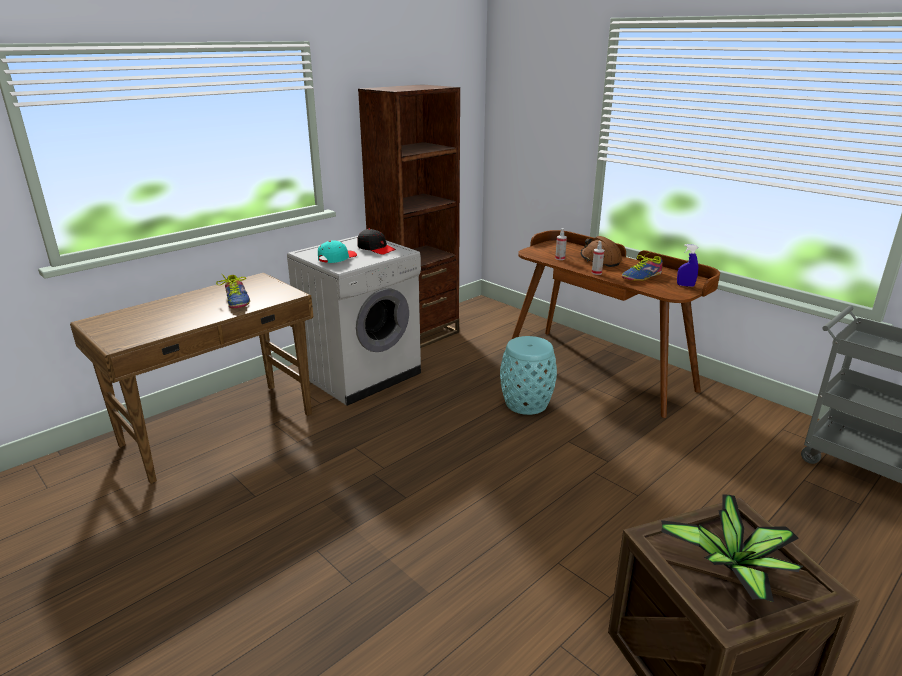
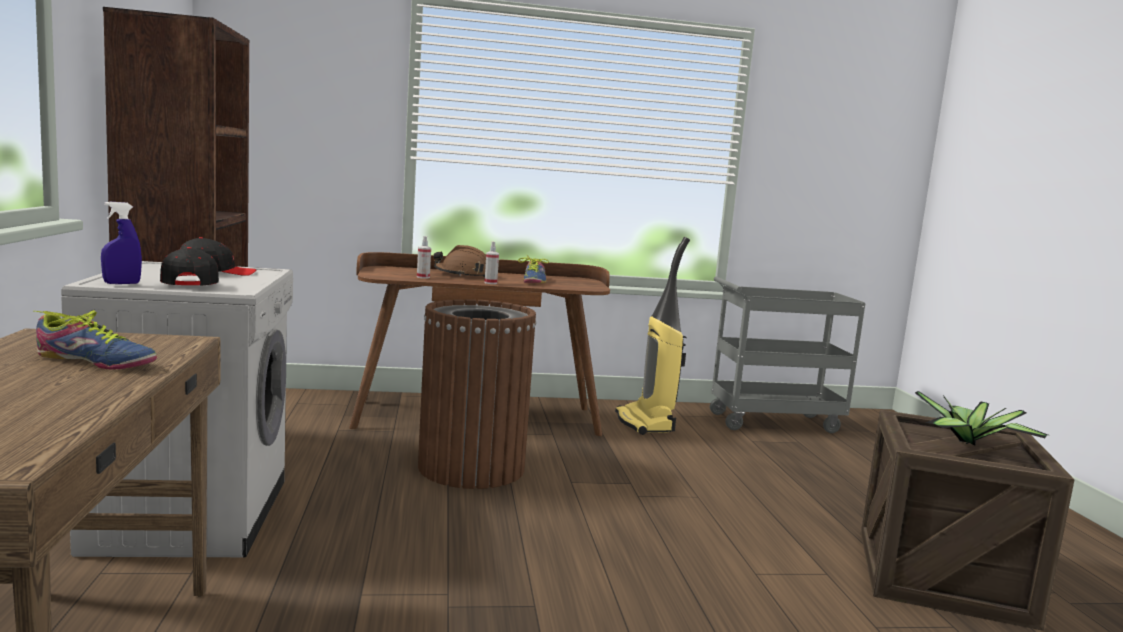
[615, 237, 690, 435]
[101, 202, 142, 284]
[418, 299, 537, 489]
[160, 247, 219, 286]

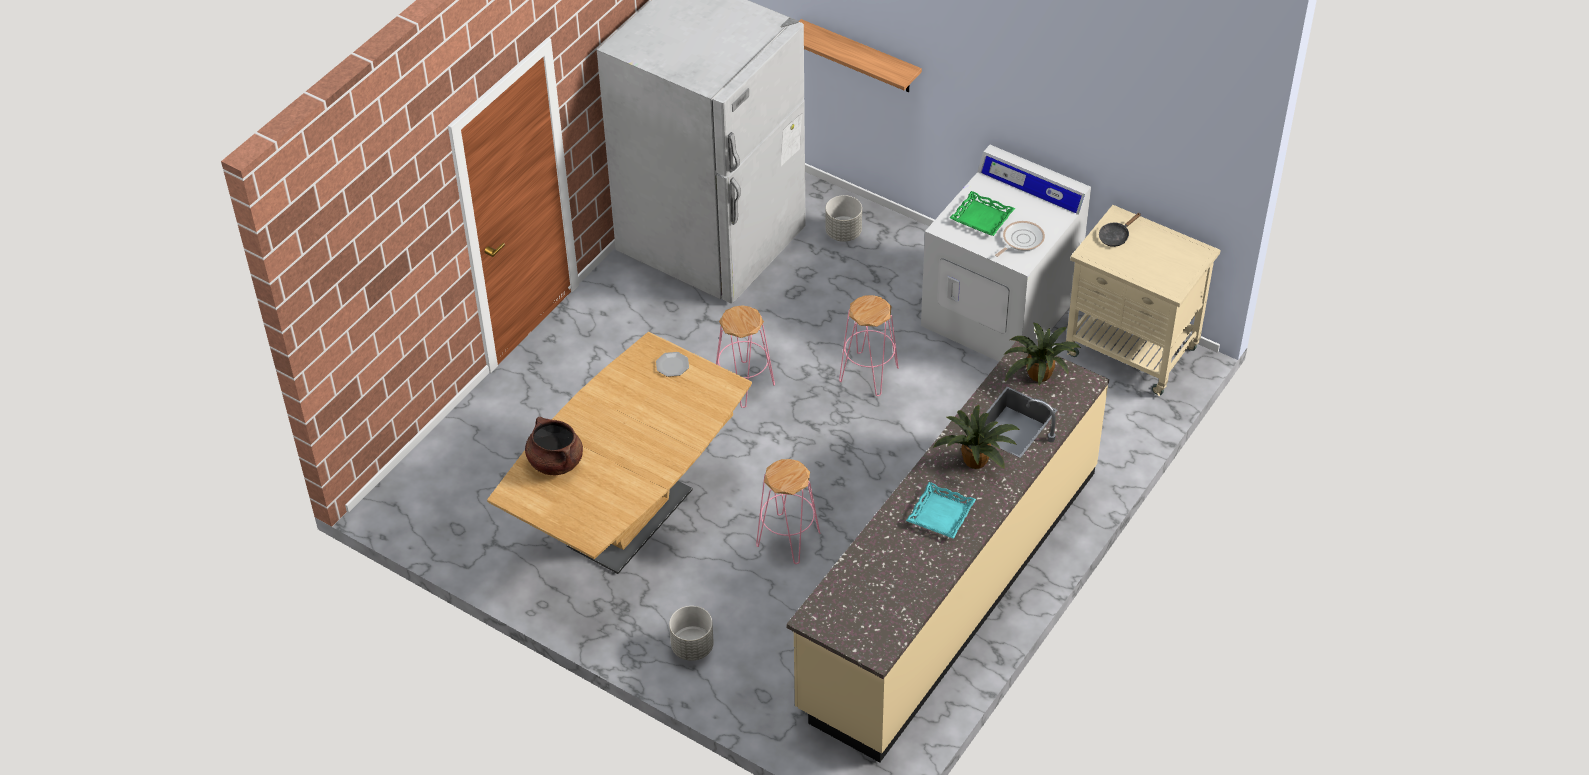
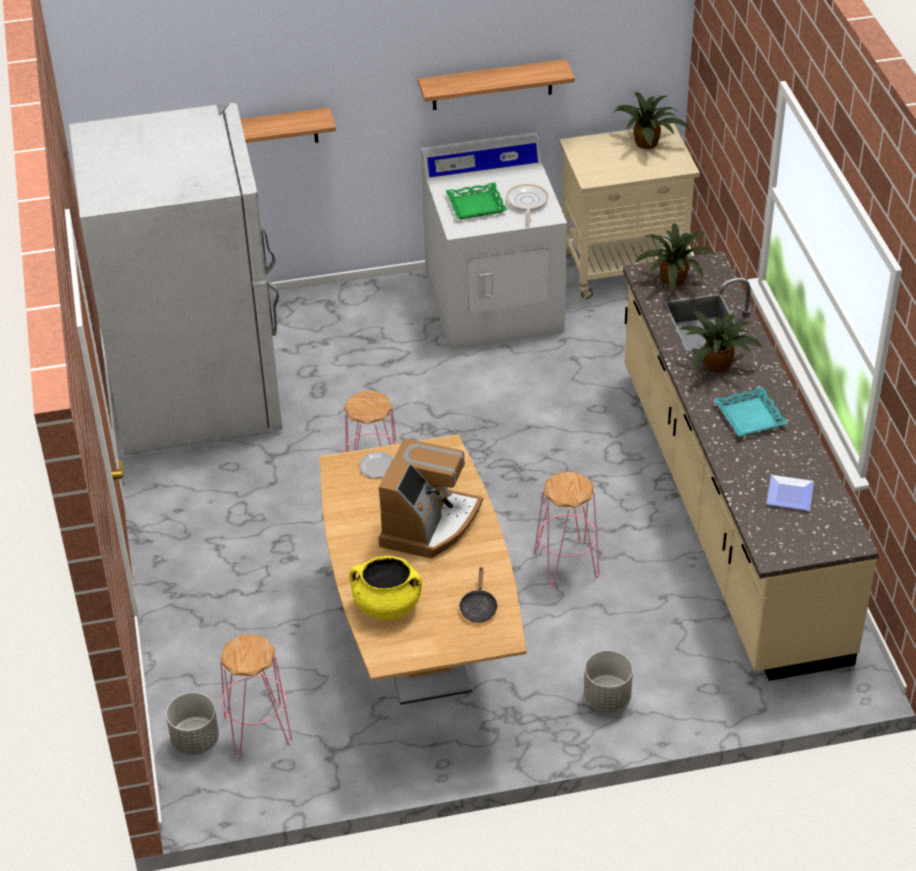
[379, 438, 483, 558]
[418, 59, 575, 110]
[614, 92, 692, 149]
[766, 475, 814, 511]
[166, 692, 219, 755]
[220, 634, 292, 758]
[459, 568, 498, 623]
[349, 556, 422, 620]

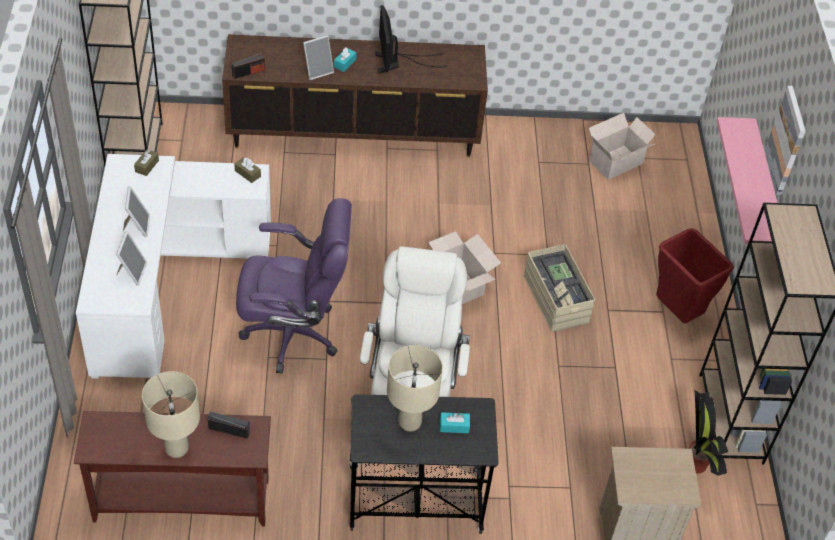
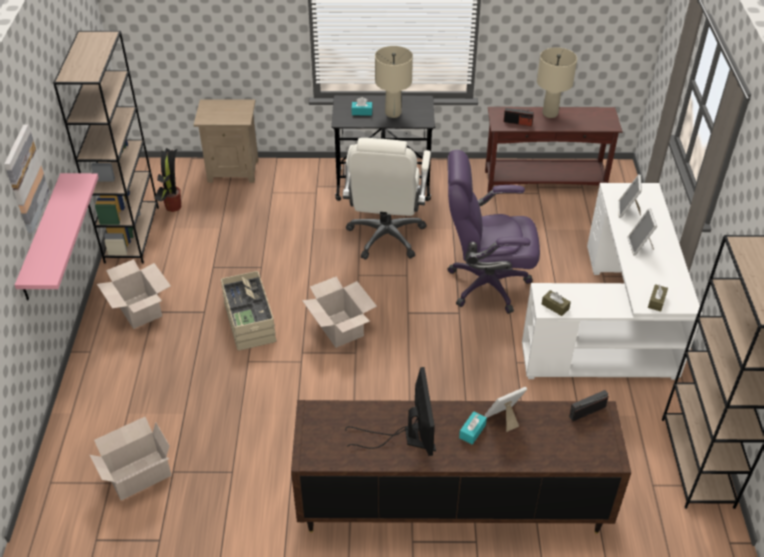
[97, 259, 171, 329]

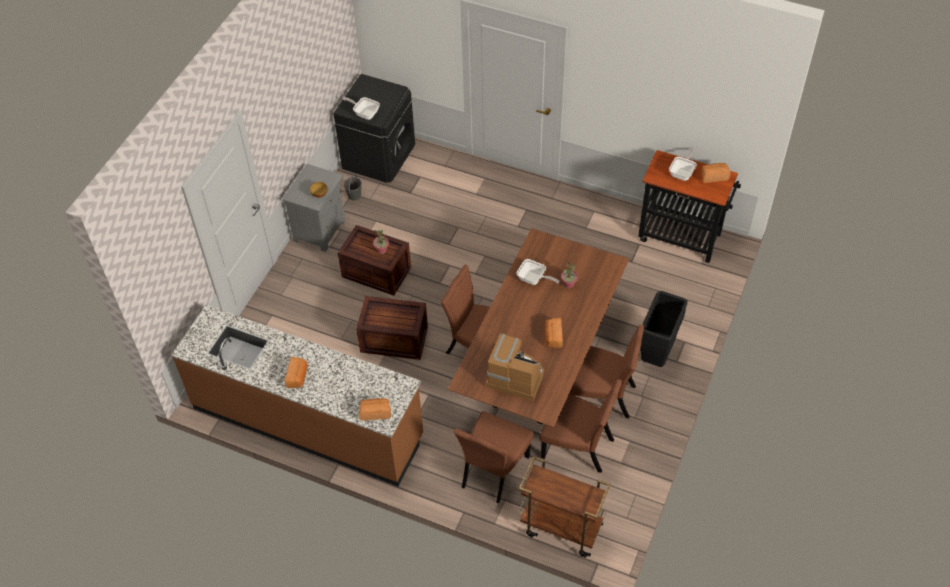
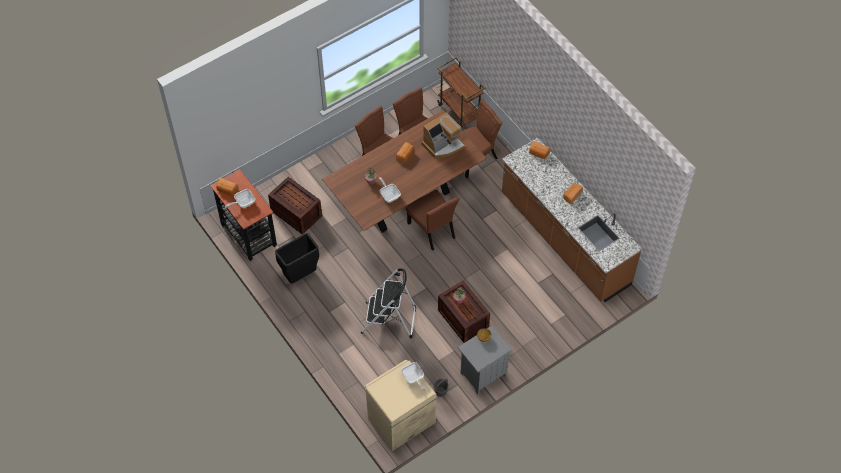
[361, 268, 416, 338]
[268, 177, 322, 235]
[275, 233, 319, 284]
[365, 360, 436, 451]
[422, 112, 467, 158]

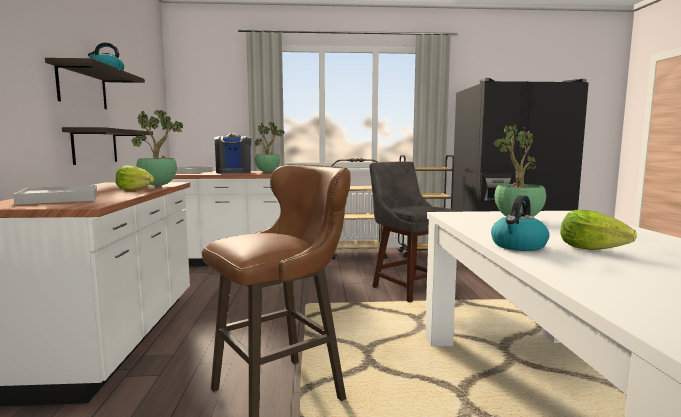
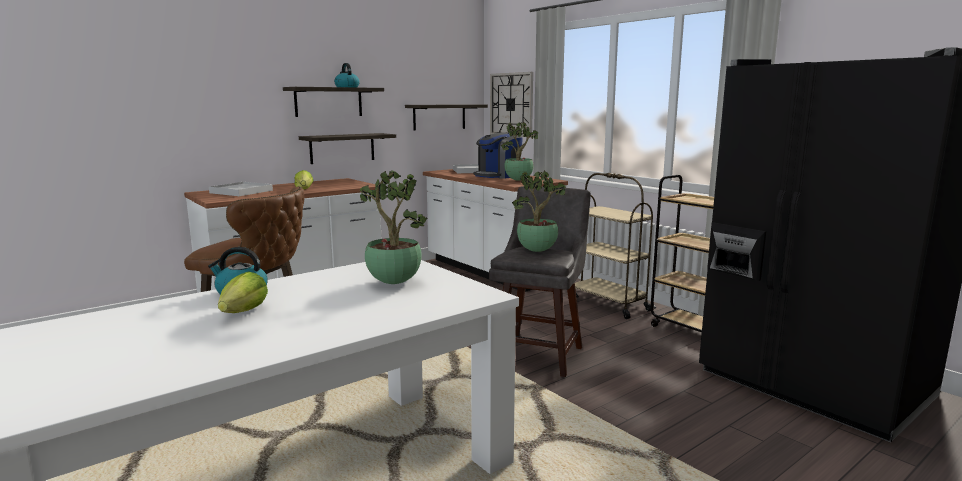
[405, 104, 488, 130]
[490, 72, 533, 137]
[512, 171, 566, 252]

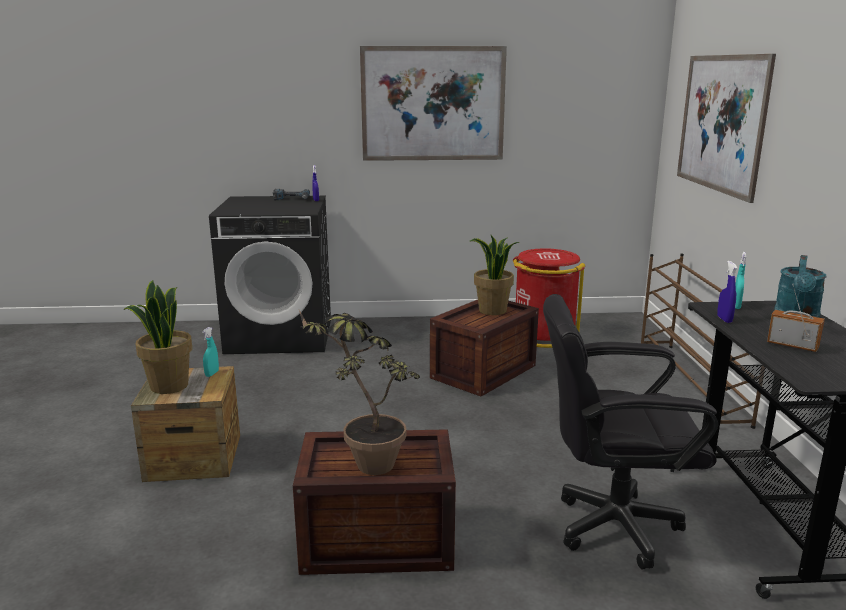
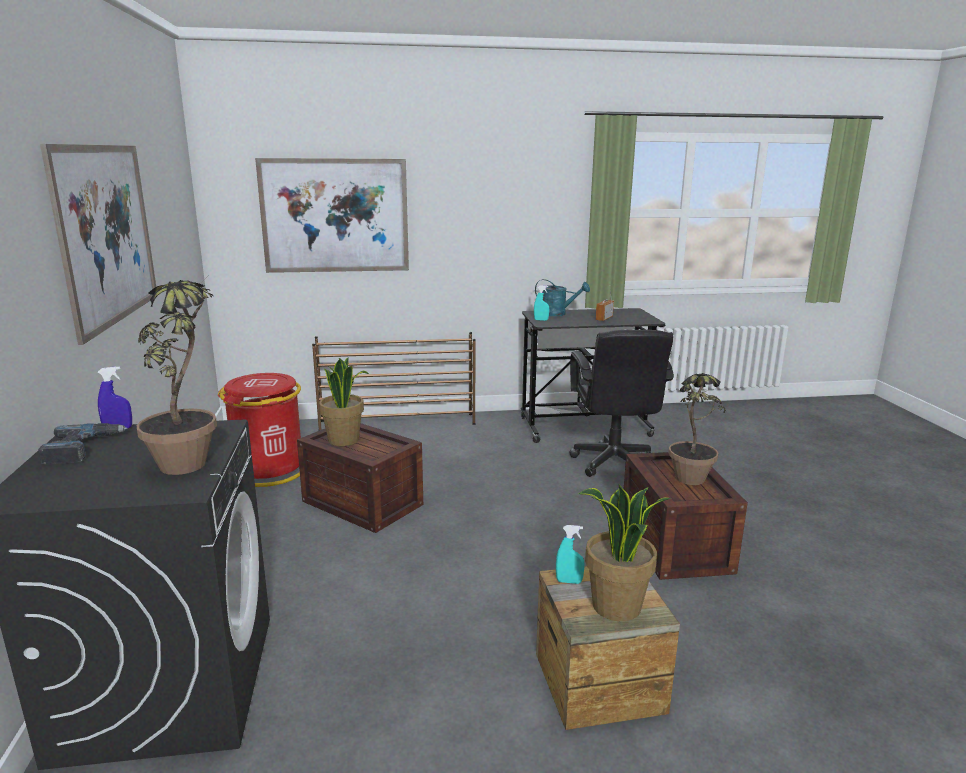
[717, 261, 737, 323] (first image)
[137, 279, 217, 475]

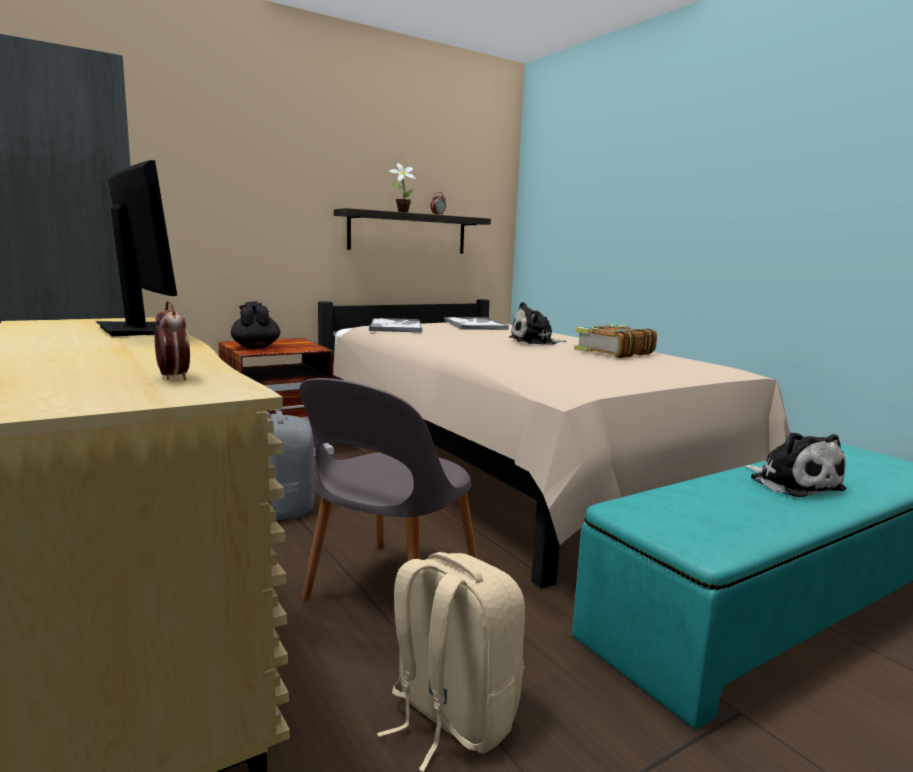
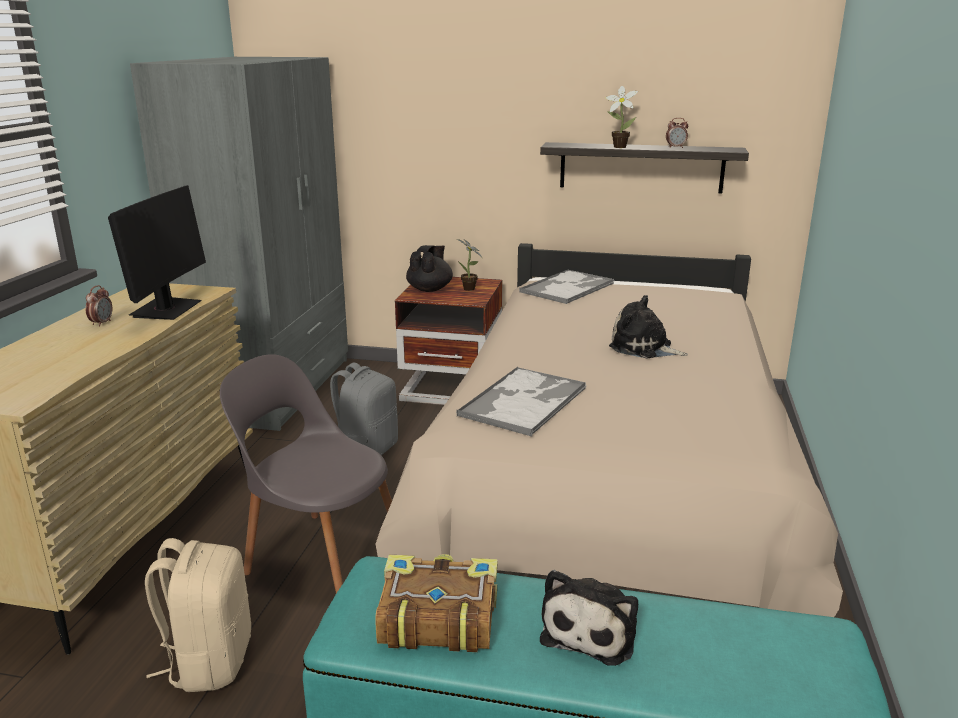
[457, 239, 482, 291]
[85, 285, 112, 326]
[456, 367, 586, 437]
[375, 554, 497, 652]
[220, 354, 392, 593]

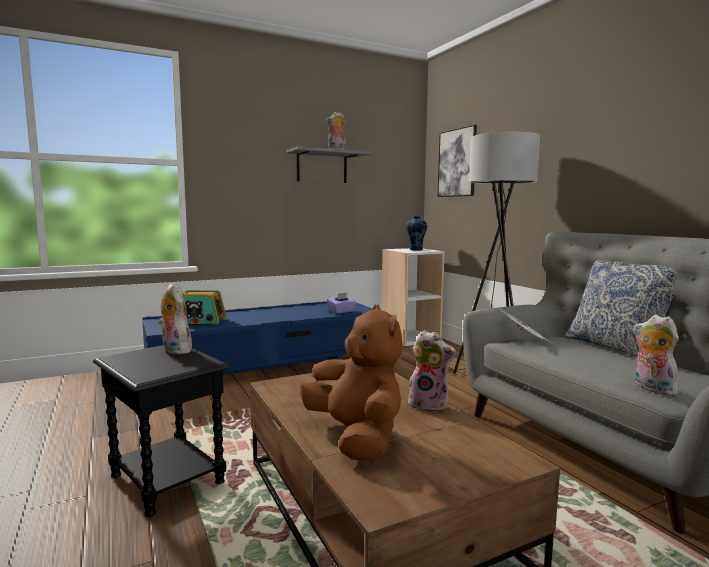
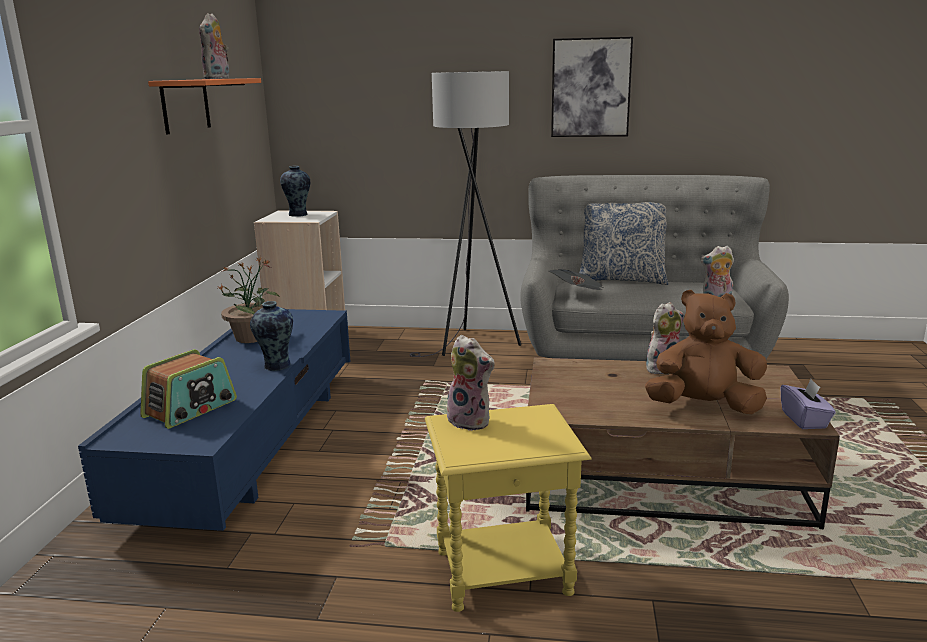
[218, 256, 280, 343]
[250, 301, 293, 371]
[780, 379, 836, 429]
[551, 37, 633, 137]
[425, 404, 592, 612]
[148, 78, 261, 134]
[445, 335, 495, 431]

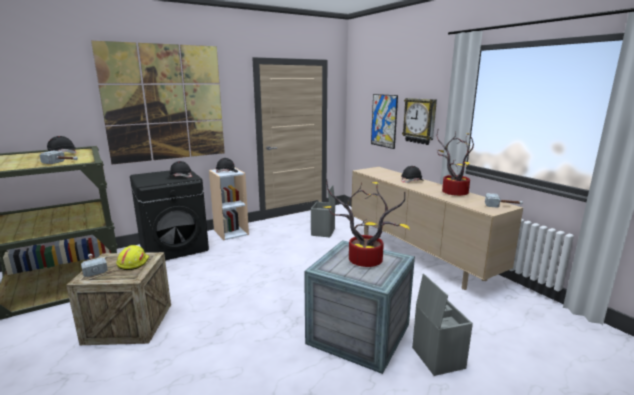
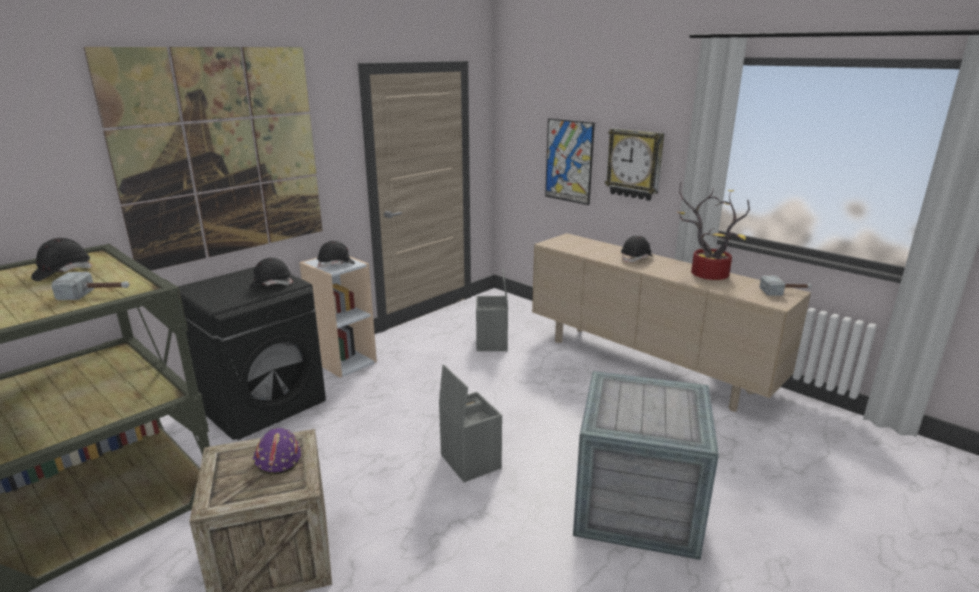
[81, 254, 108, 277] (first image)
[324, 179, 410, 267] (first image)
[439, 364, 502, 482]
[253, 428, 301, 474]

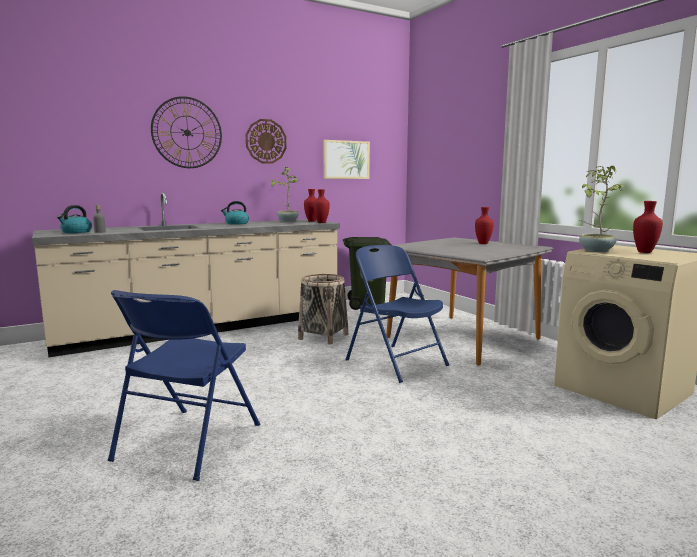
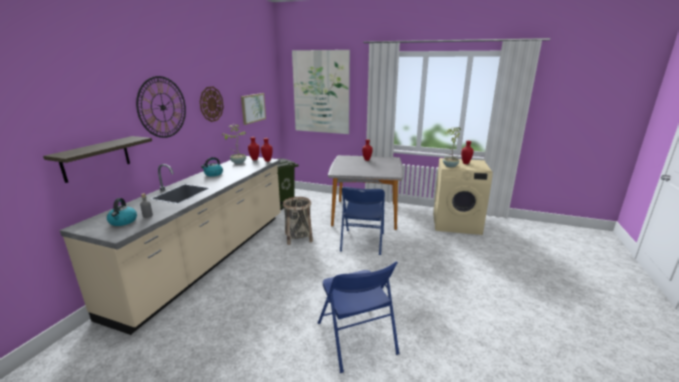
[43, 136, 152, 183]
[292, 50, 350, 134]
[340, 187, 385, 255]

